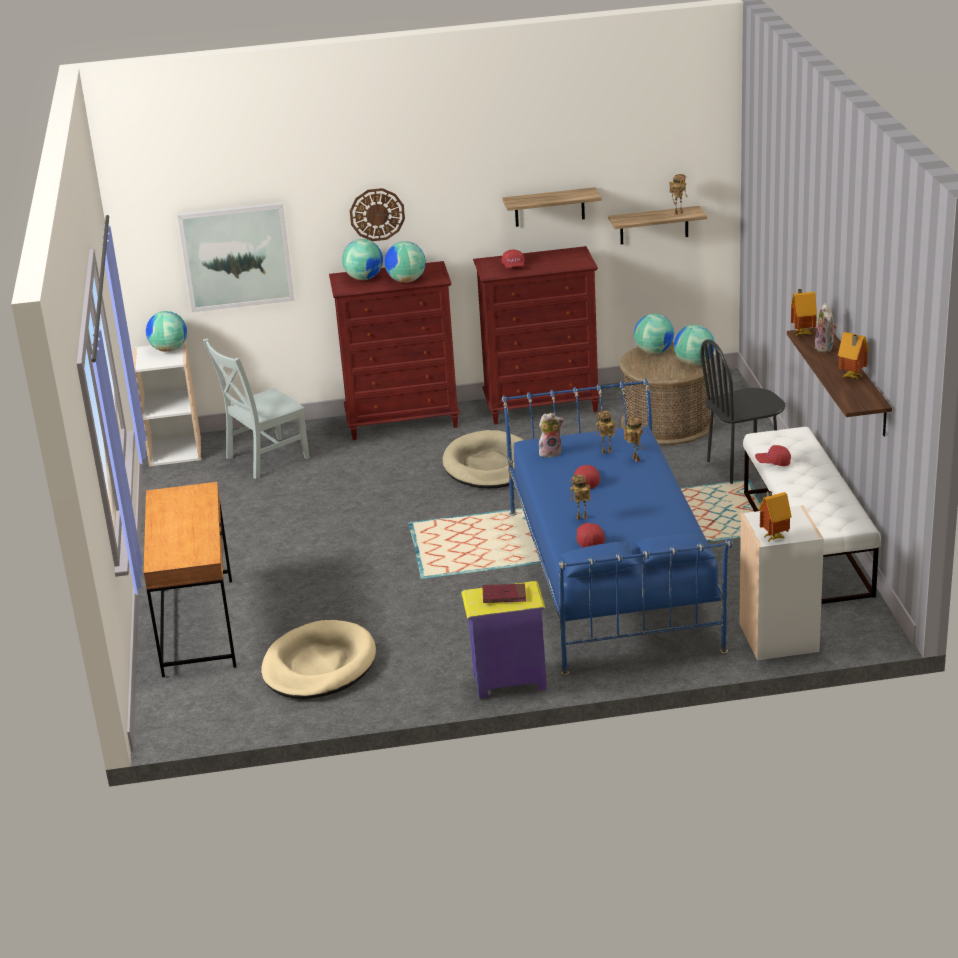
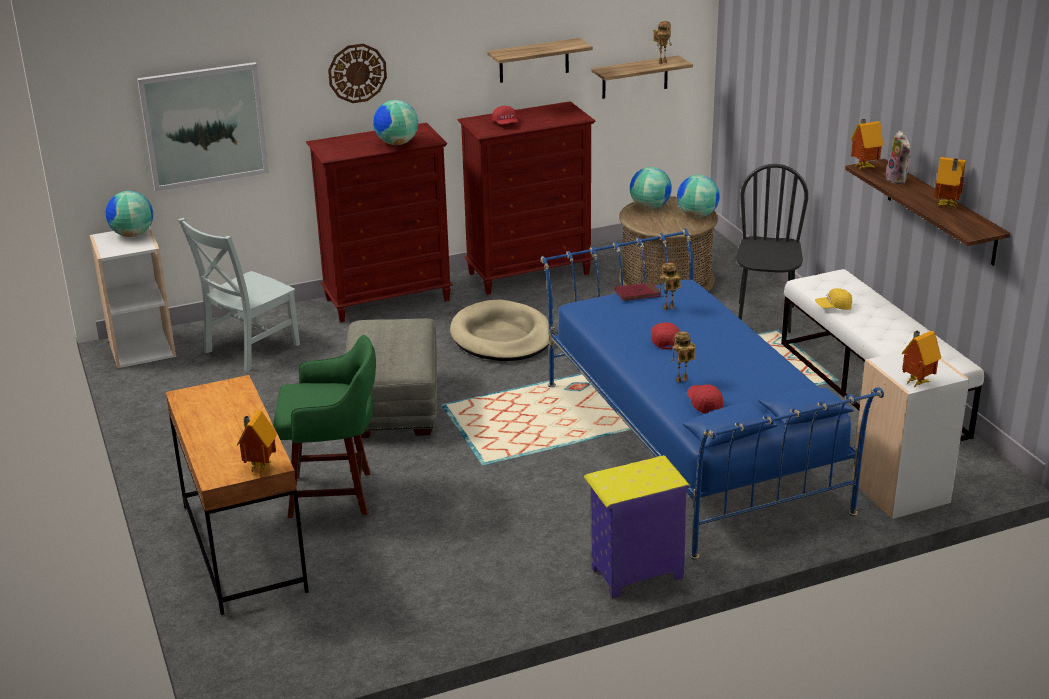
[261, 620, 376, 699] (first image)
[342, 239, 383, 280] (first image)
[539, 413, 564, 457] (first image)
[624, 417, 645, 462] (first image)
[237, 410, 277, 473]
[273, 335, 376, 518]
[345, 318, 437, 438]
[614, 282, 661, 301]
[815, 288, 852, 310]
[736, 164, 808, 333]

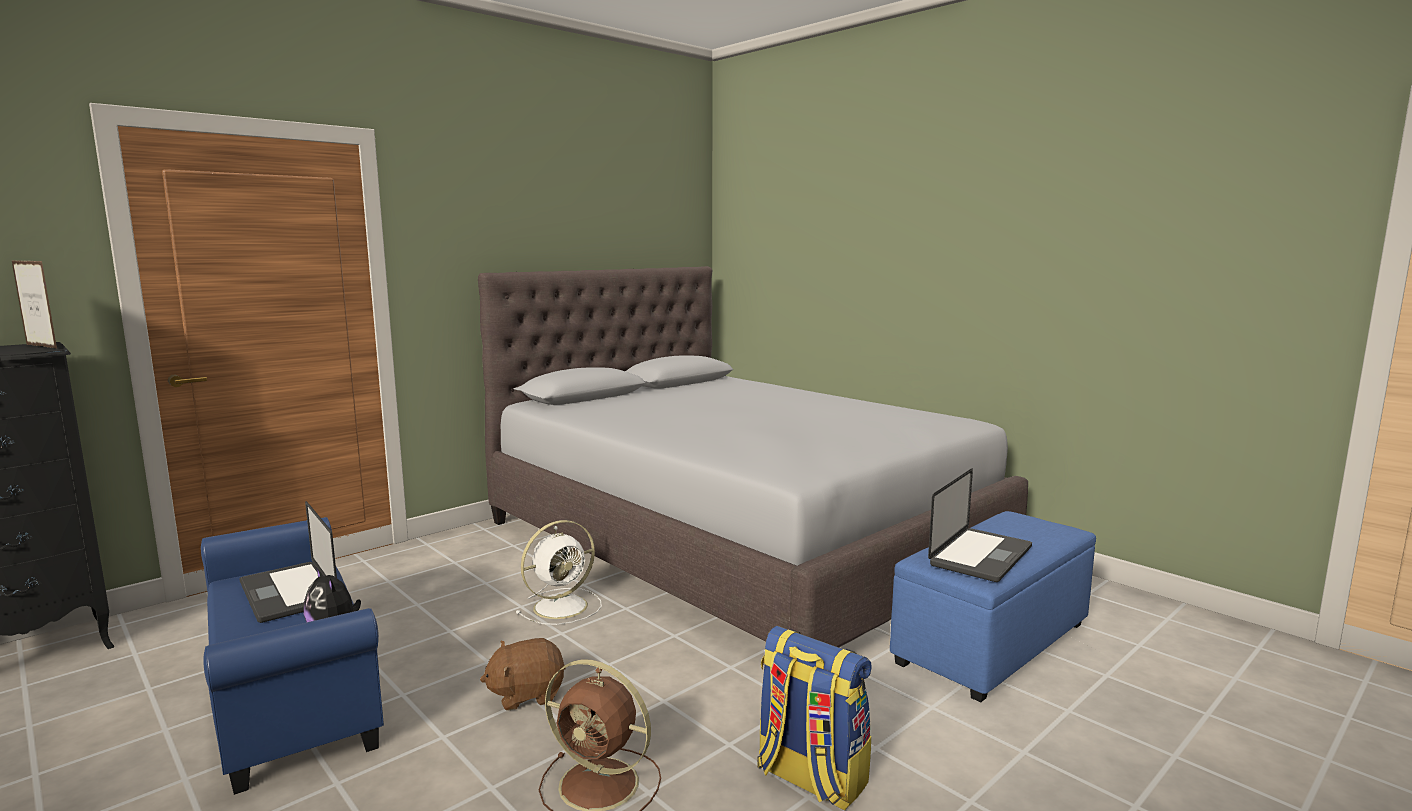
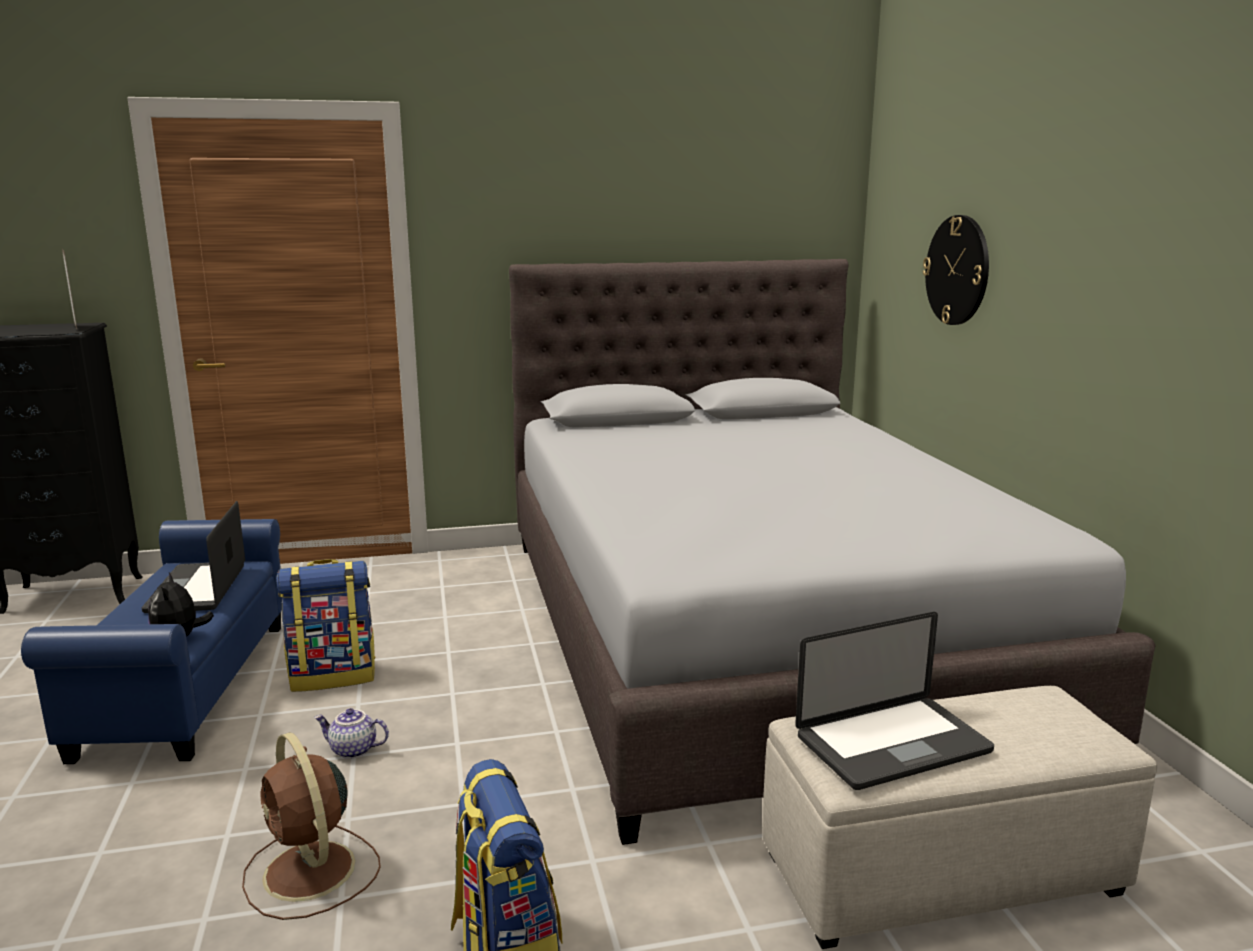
[515, 520, 602, 625] (first image)
[276, 559, 375, 692]
[923, 215, 989, 325]
[314, 708, 389, 759]
[762, 686, 1157, 949]

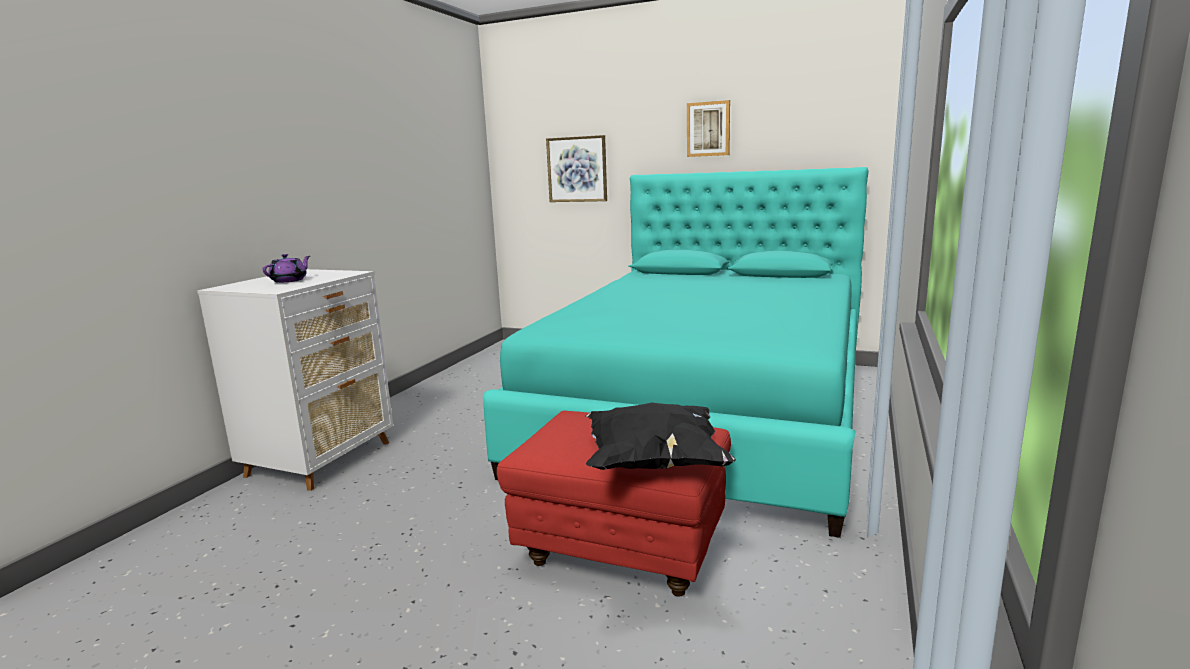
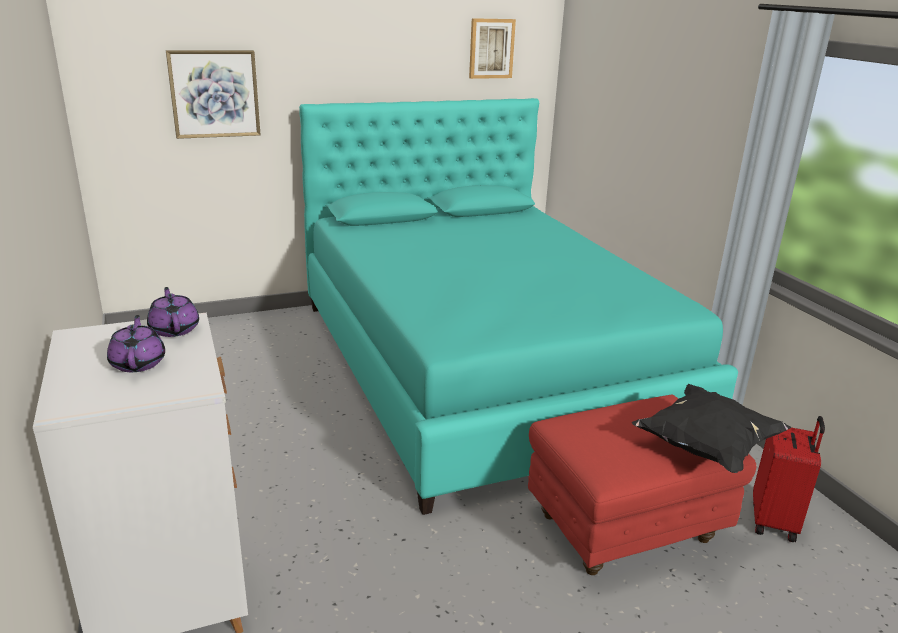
[147, 287, 199, 337]
[753, 416, 825, 542]
[469, 18, 516, 79]

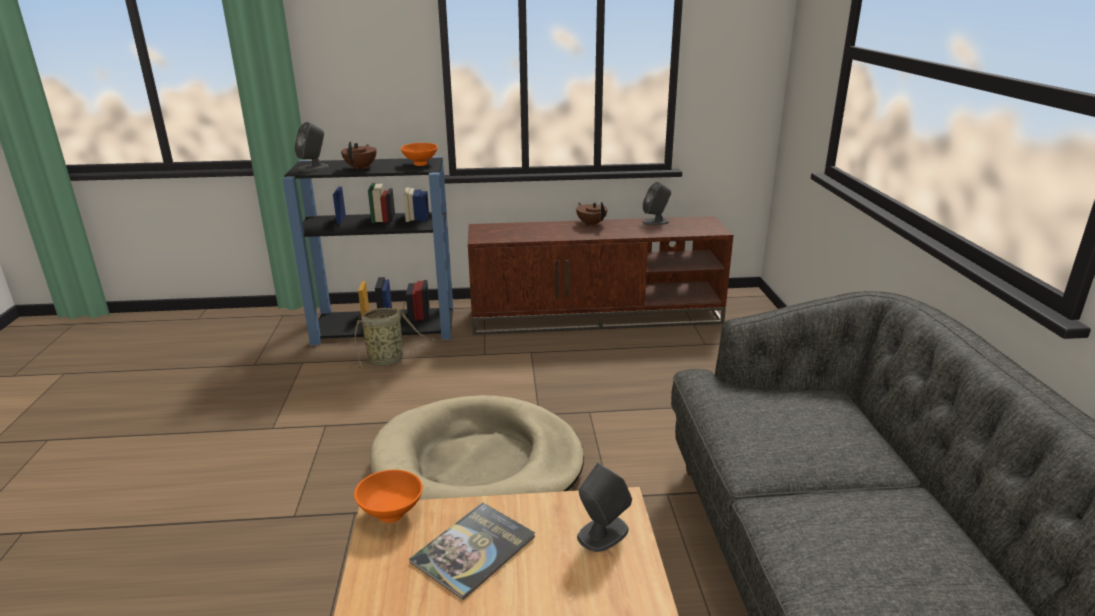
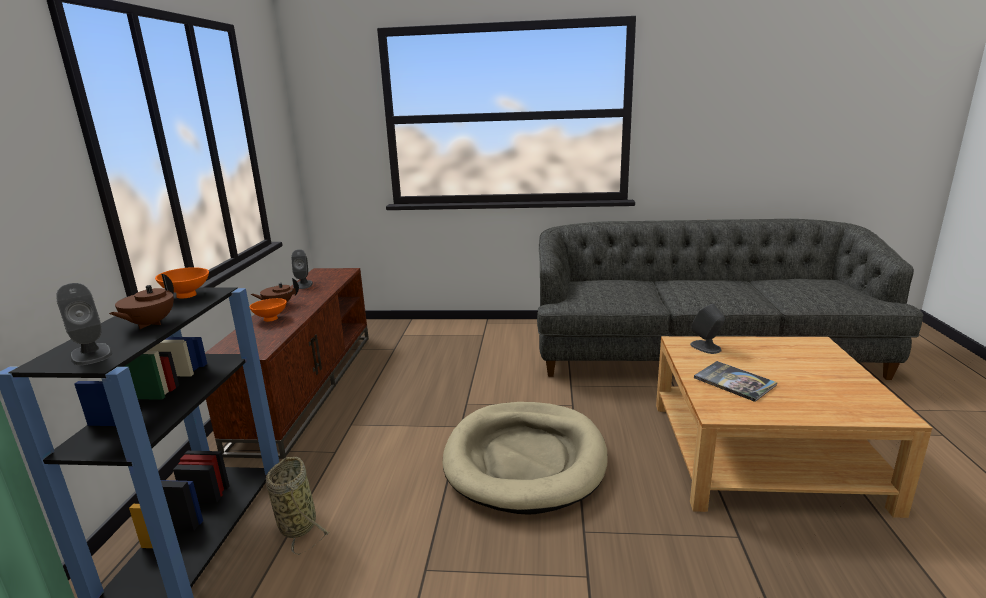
[249, 298, 287, 322]
[109, 274, 174, 329]

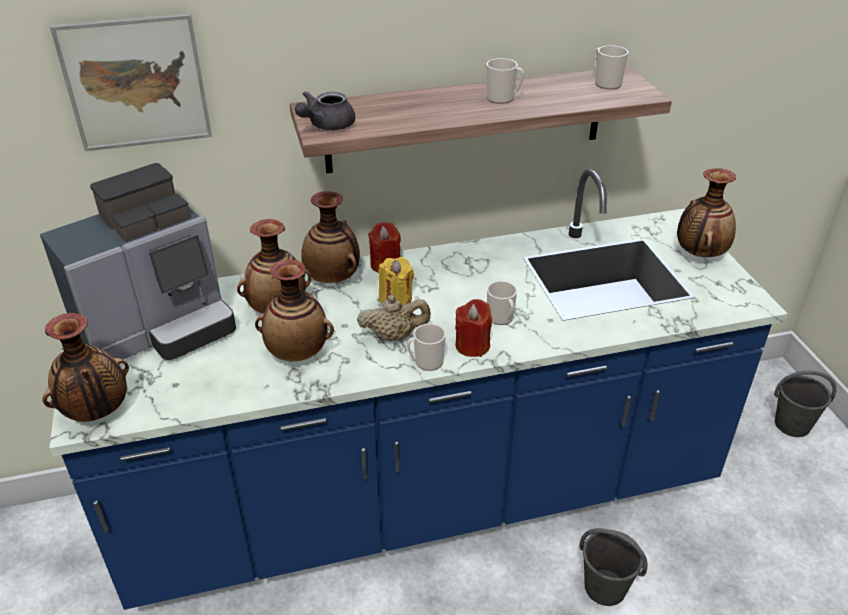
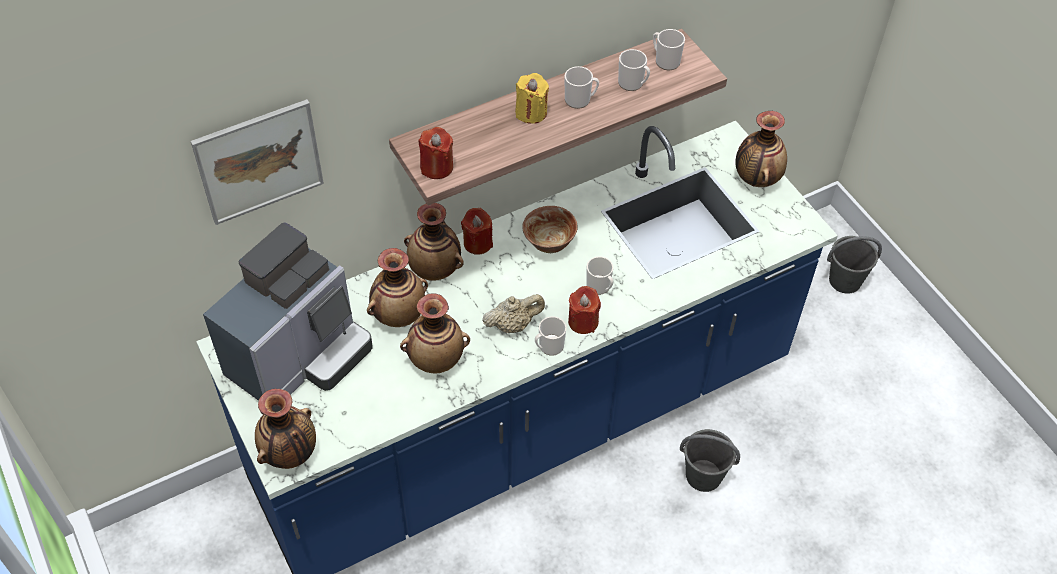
[522, 206, 577, 253]
[618, 49, 650, 91]
[515, 73, 549, 124]
[418, 127, 453, 179]

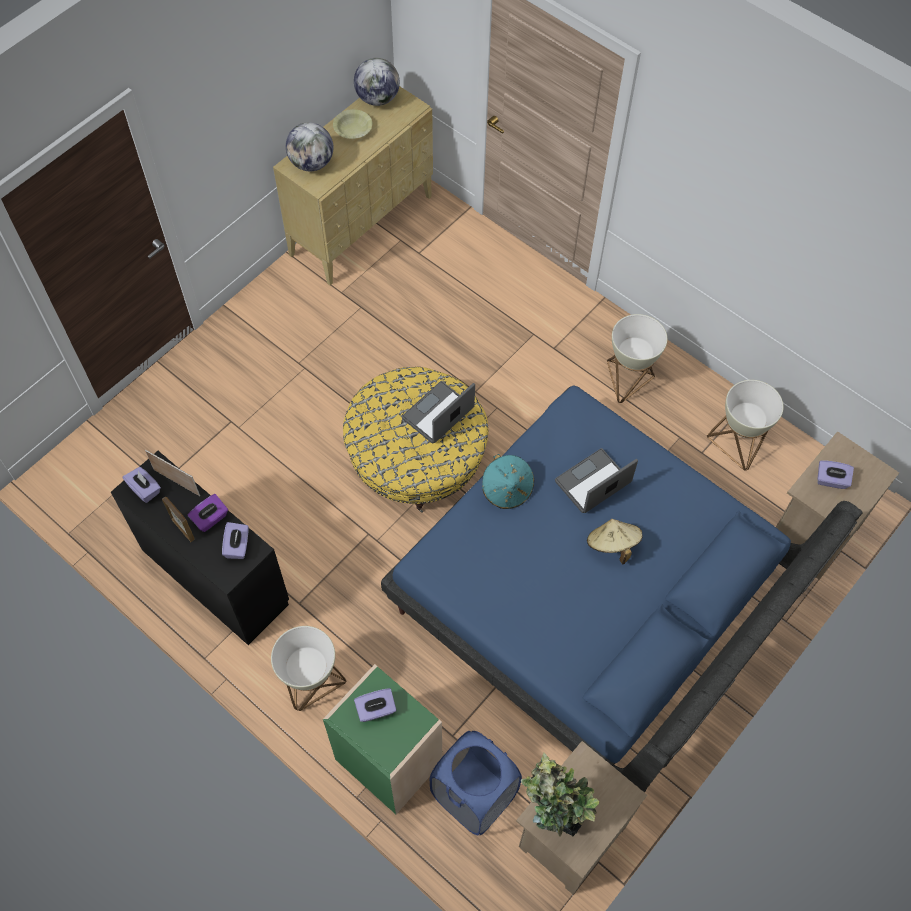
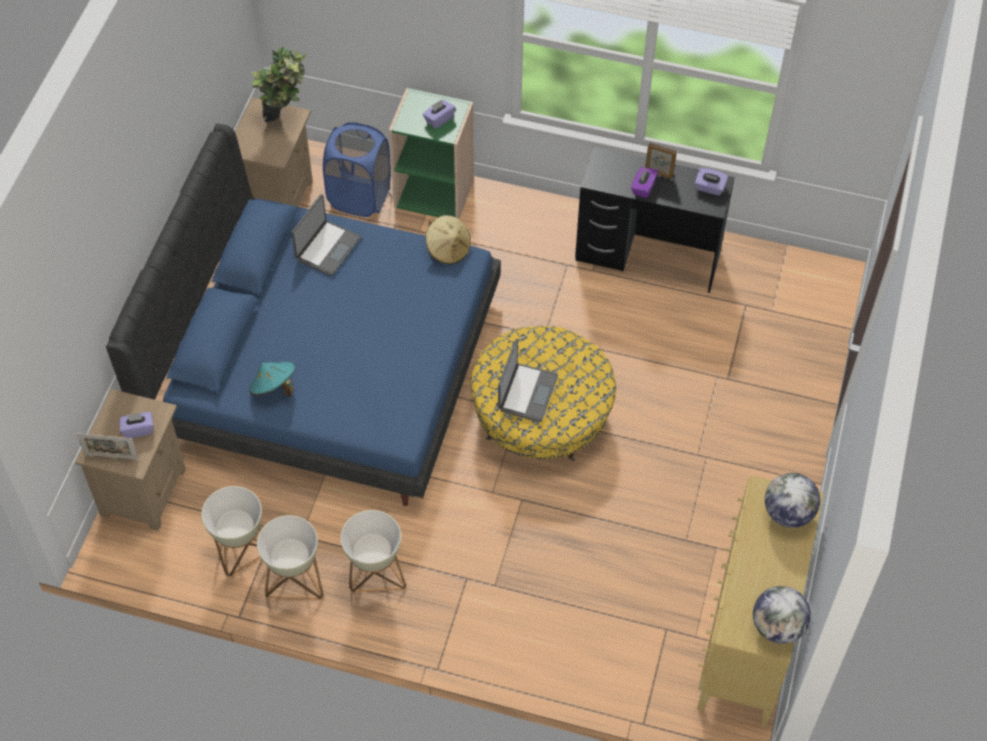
[222, 522, 248, 559] (first image)
[333, 109, 372, 139] (first image)
[77, 433, 139, 460]
[257, 515, 323, 599]
[250, 361, 295, 397]
[291, 194, 361, 276]
[425, 215, 471, 265]

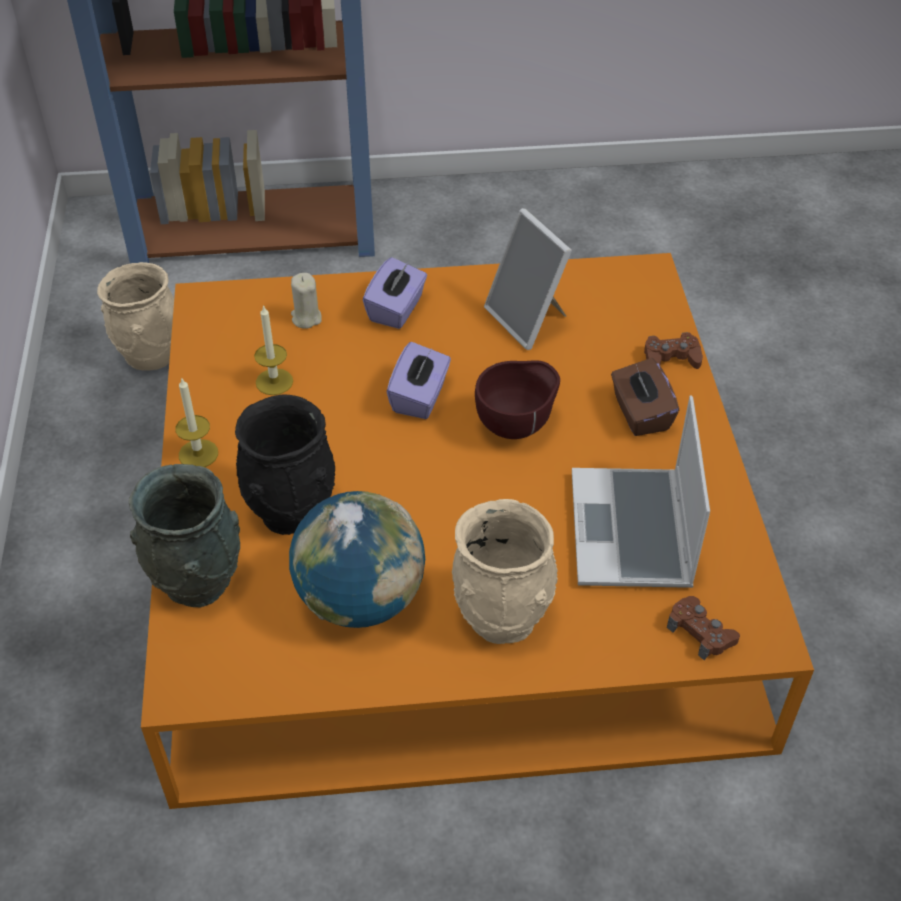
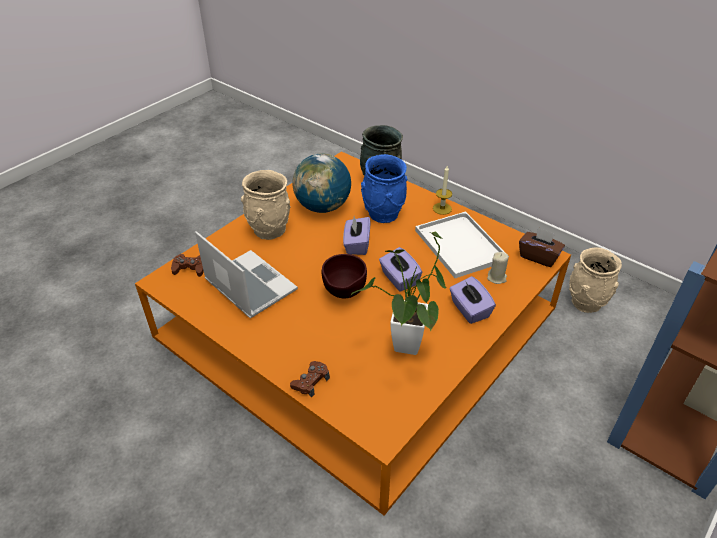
[343, 216, 371, 255]
[519, 227, 565, 267]
[415, 211, 509, 278]
[349, 232, 446, 355]
[361, 154, 407, 223]

